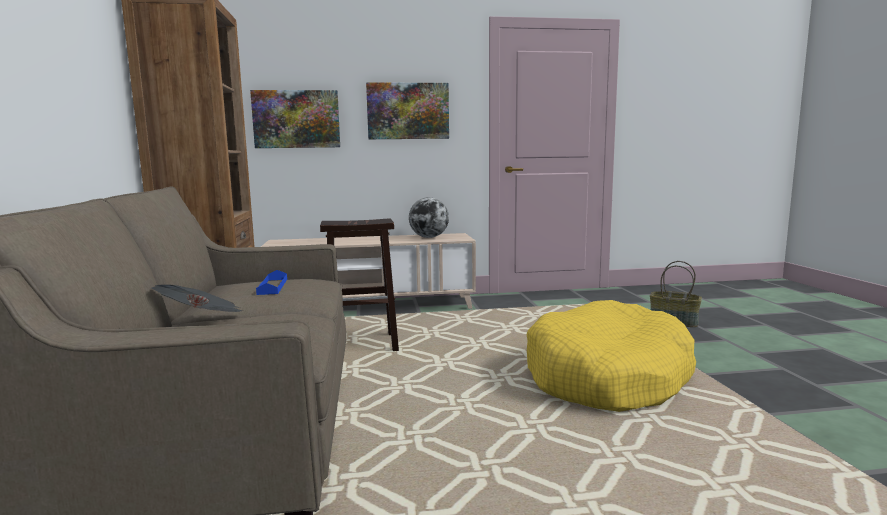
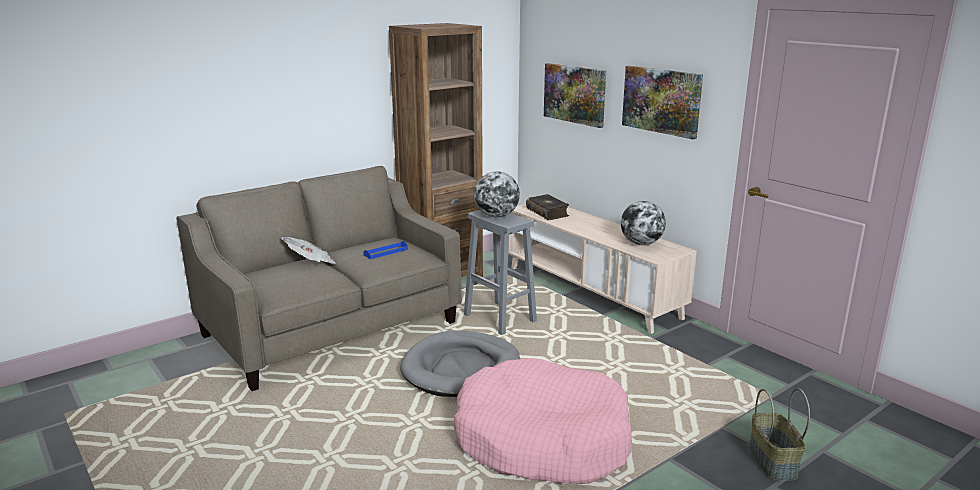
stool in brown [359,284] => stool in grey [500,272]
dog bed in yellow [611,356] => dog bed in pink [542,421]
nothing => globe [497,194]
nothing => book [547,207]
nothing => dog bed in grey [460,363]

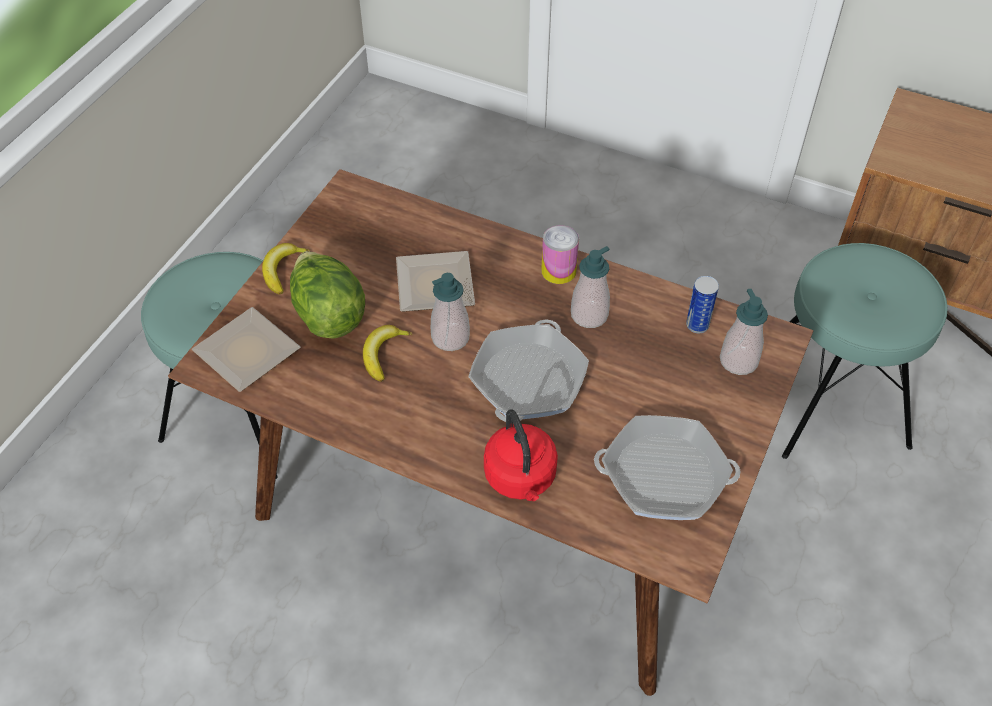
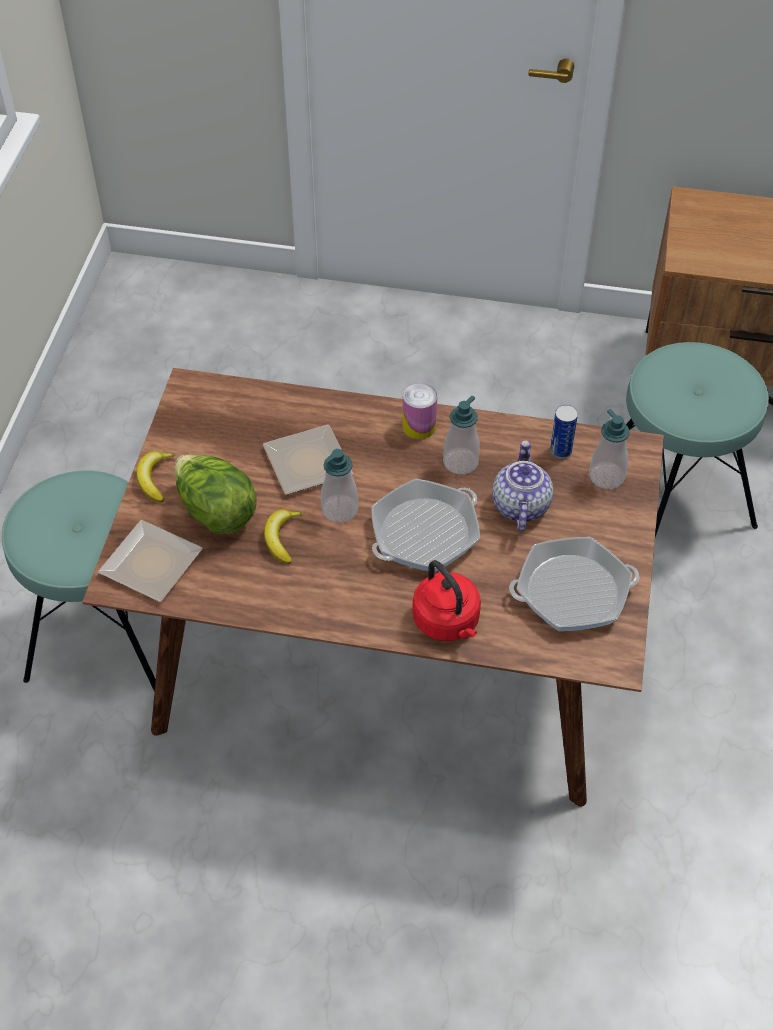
frying pan [528,370] => frying pan [425,525], 45 degrees clockwise
nothing => teapot [522,486]

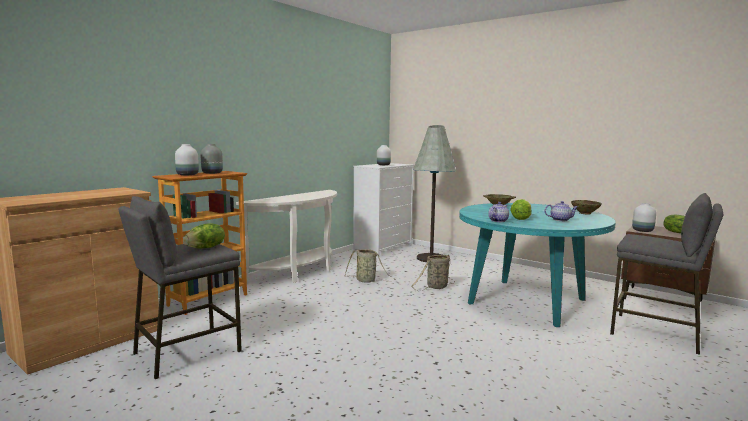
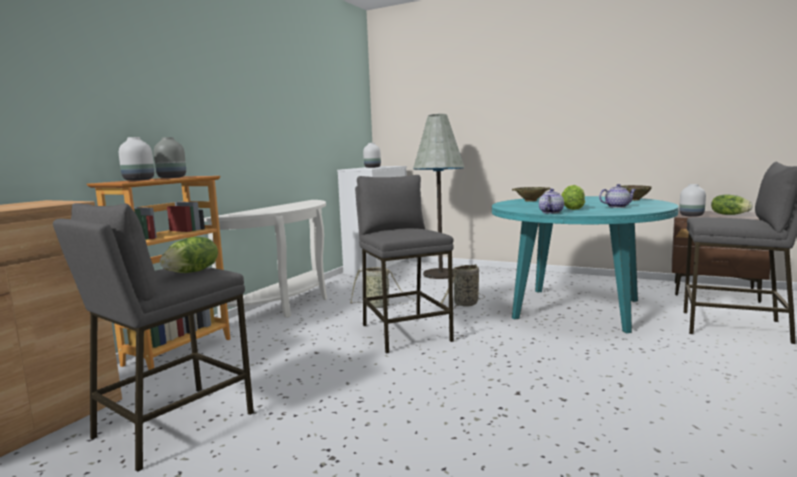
nothing => stool in grey [404,264]

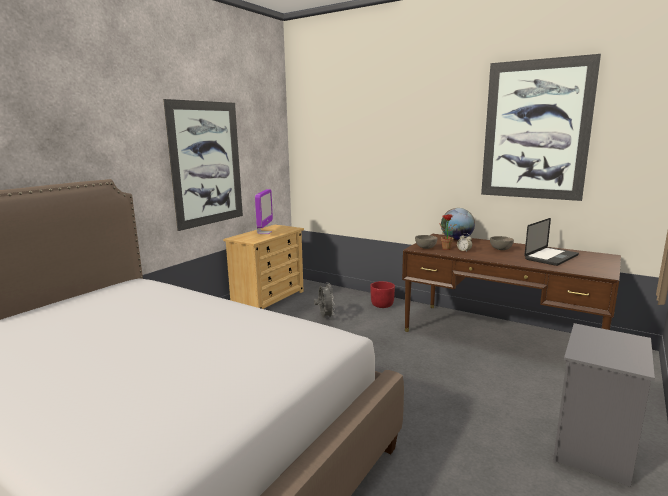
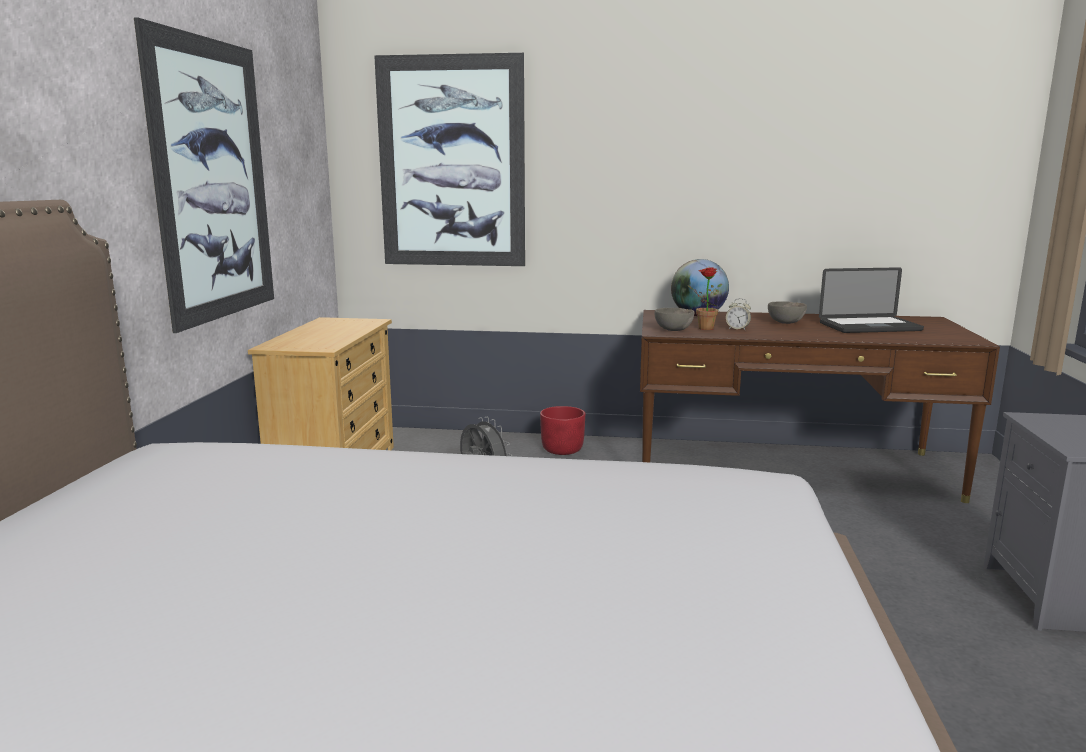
picture [541,127] => picture [449,159], move
monitor [264,211] => nothing
laptop [552,242] => laptop [871,300], 60 degrees clockwise

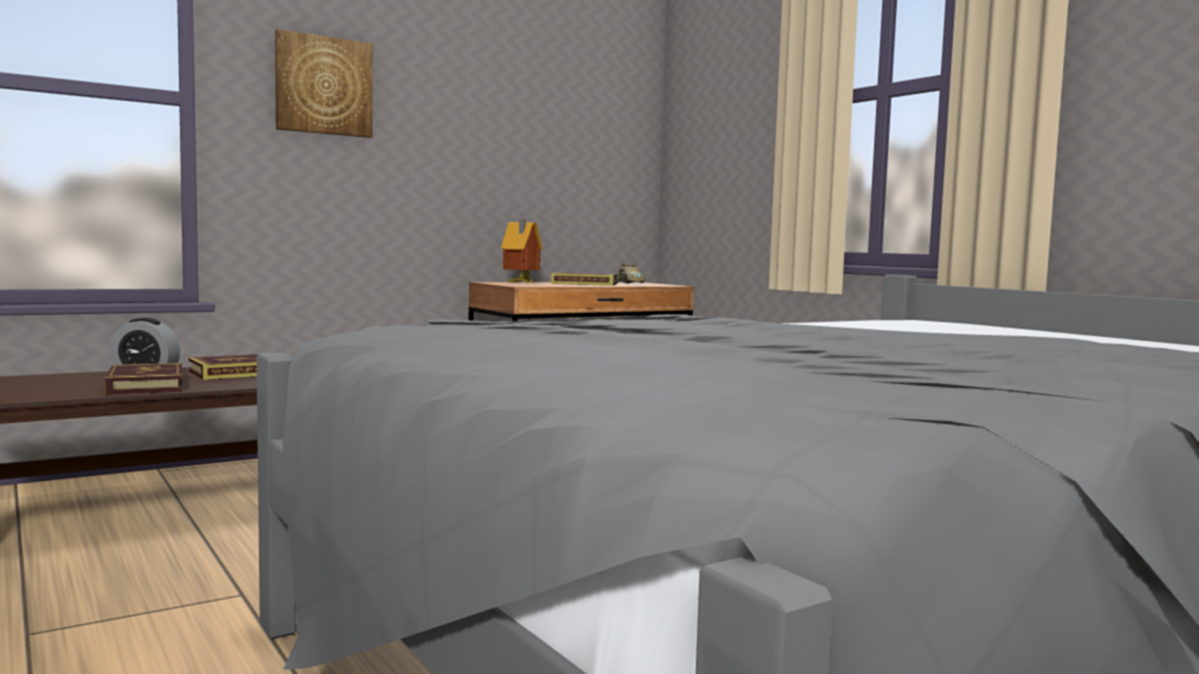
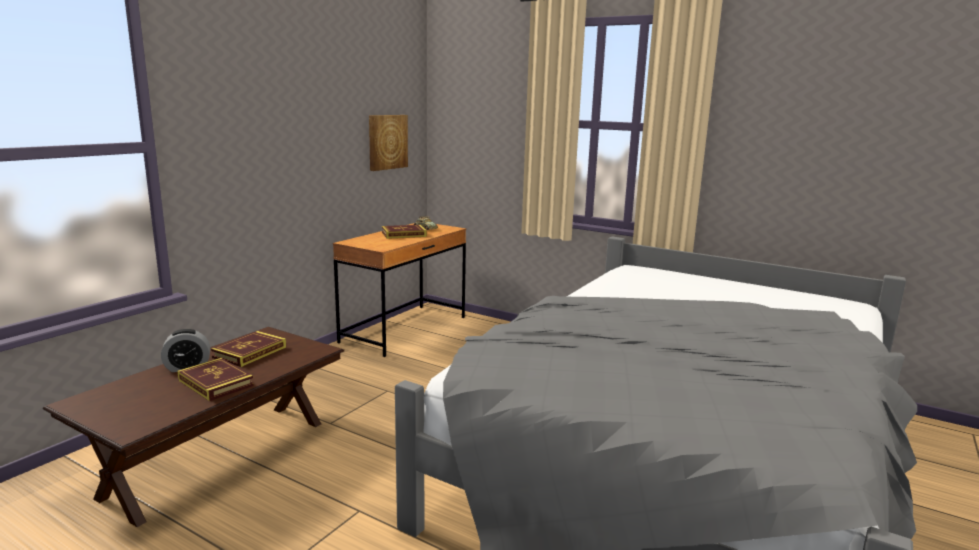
picture [324,83] => picture [388,143], move
toy house [521,251] => nothing

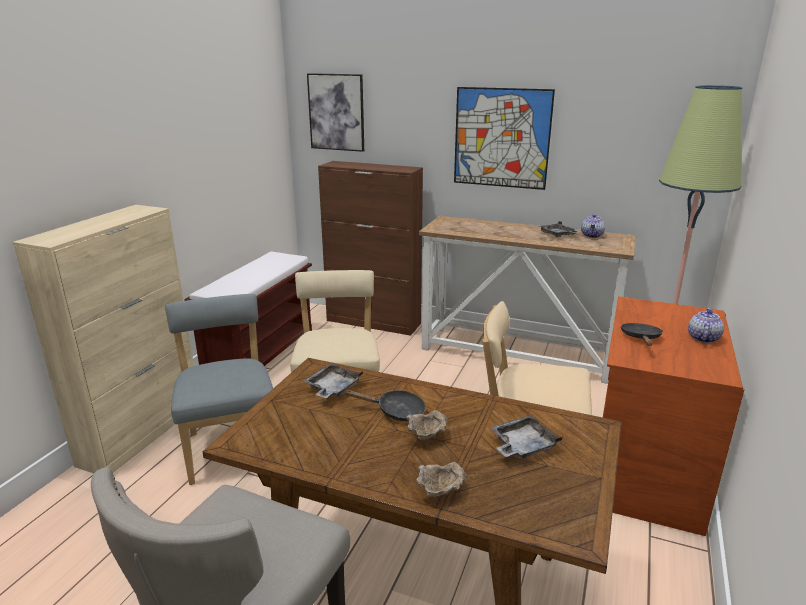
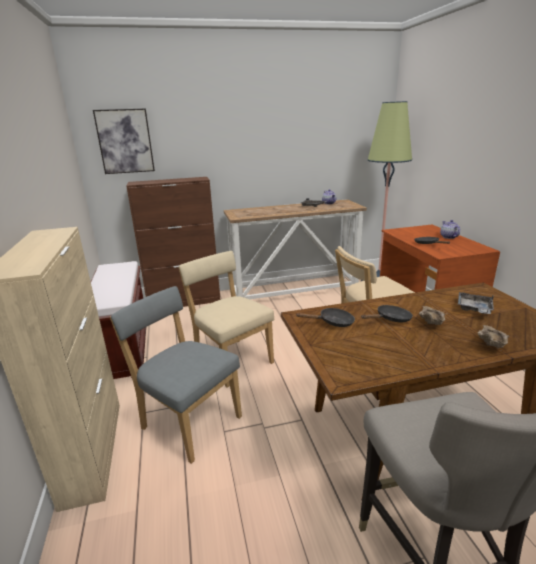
picture [504,138] => nothing
tray in grey [333,380] => frying pan in black [326,317]

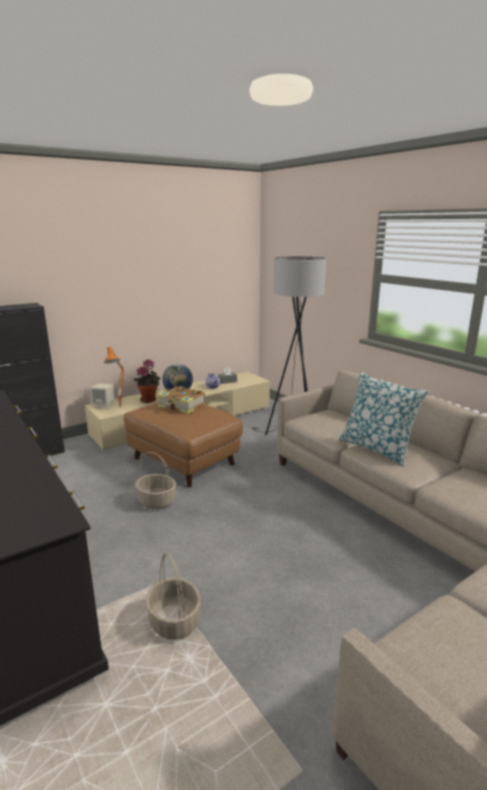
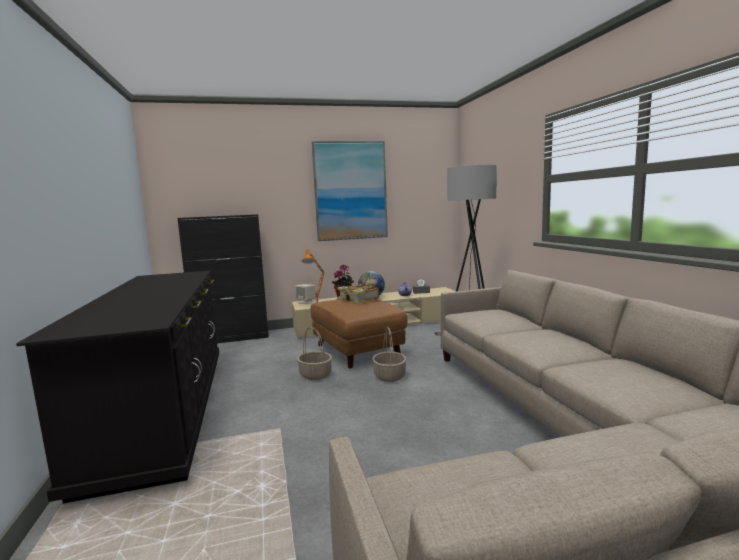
pillow [384,419] => nothing
basket [173,596] => basket [389,354], move
nothing => picture [350,191]

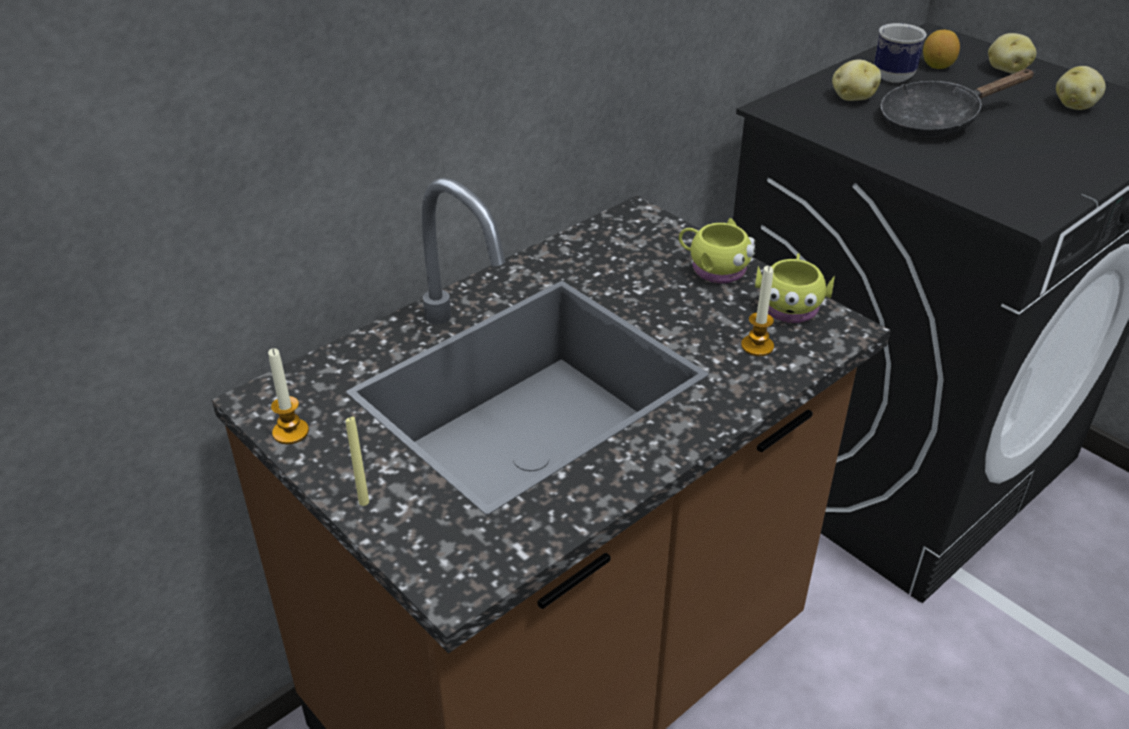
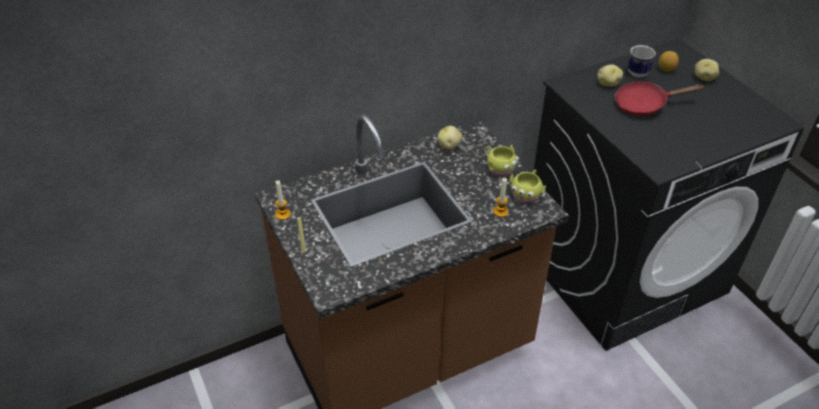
potato [1081,88] => potato [450,138], move
frying pan in black [958,103] => frying pan in red [659,99]

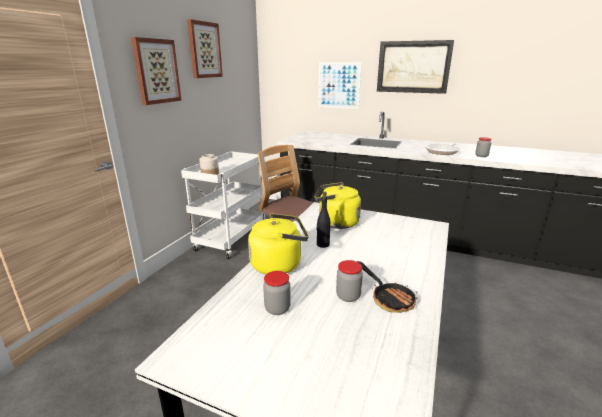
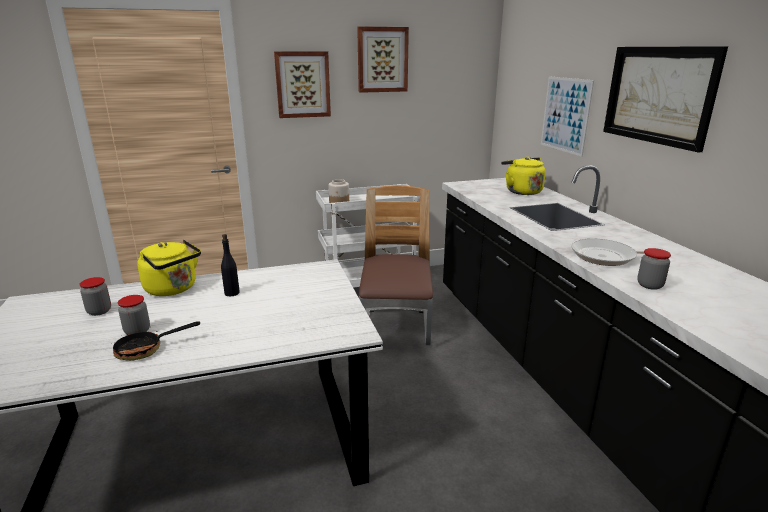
kettle in yellow [338,205] => kettle in yellow [523,176], move
frying pan [387,287] => frying pan [156,341], 45 degrees clockwise

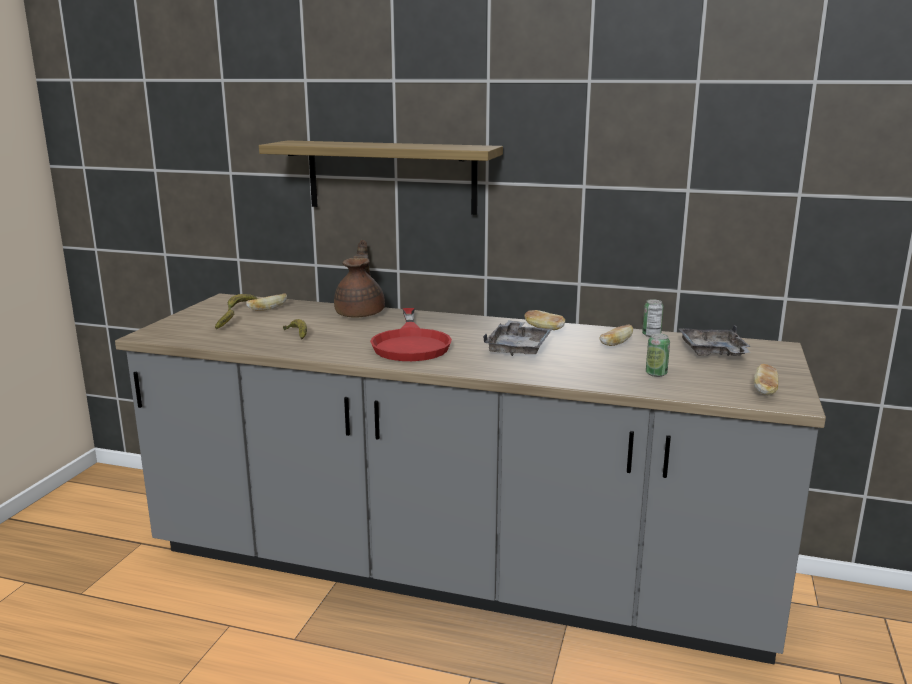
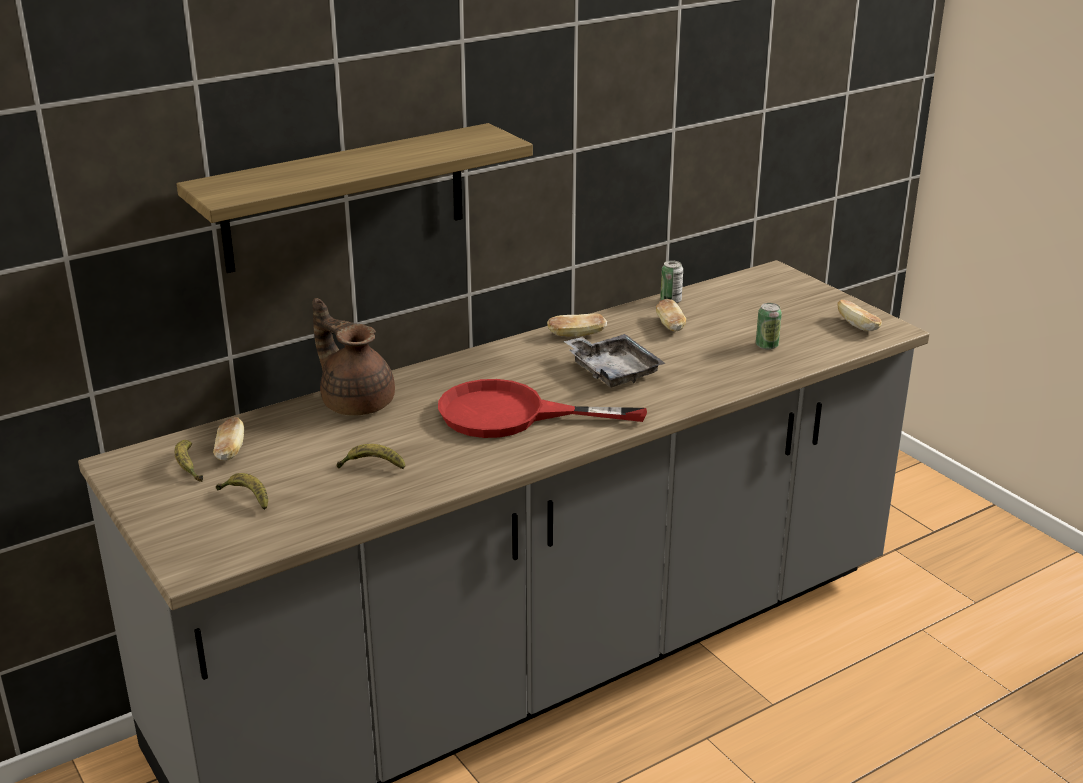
frying pan in red [411,334] => frying pan in red [542,408], 150 degrees clockwise
tray in grey [714,340] => nothing

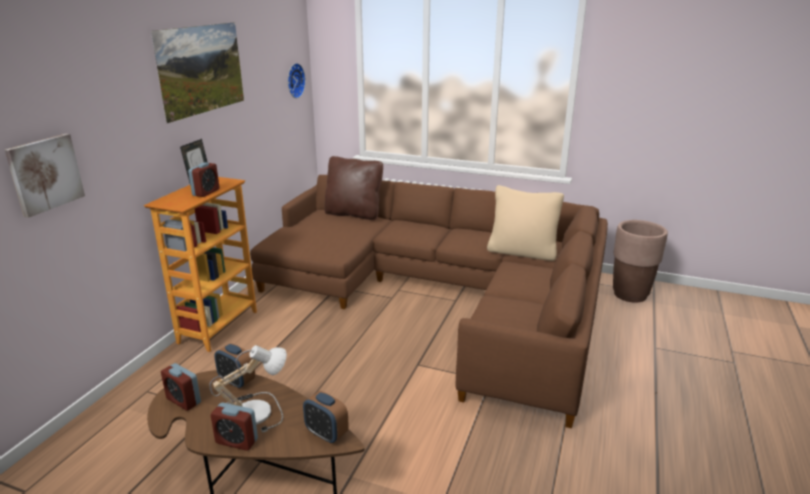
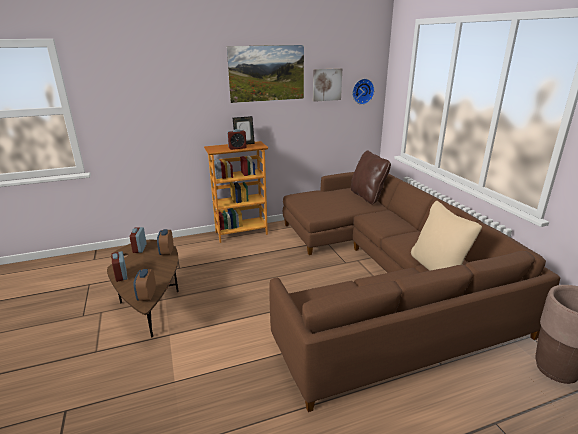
picture [45,176] => picture [327,85], move
table lamp [248,389] => nothing

